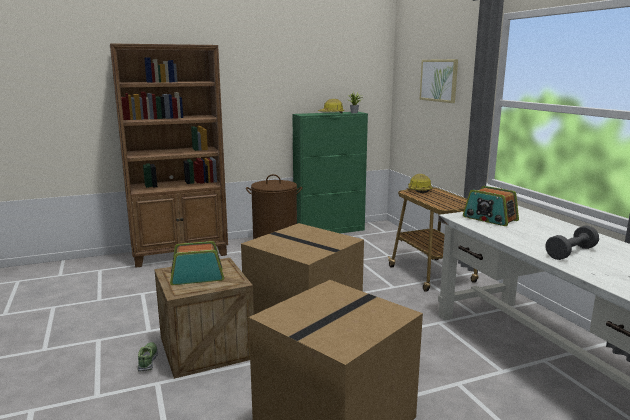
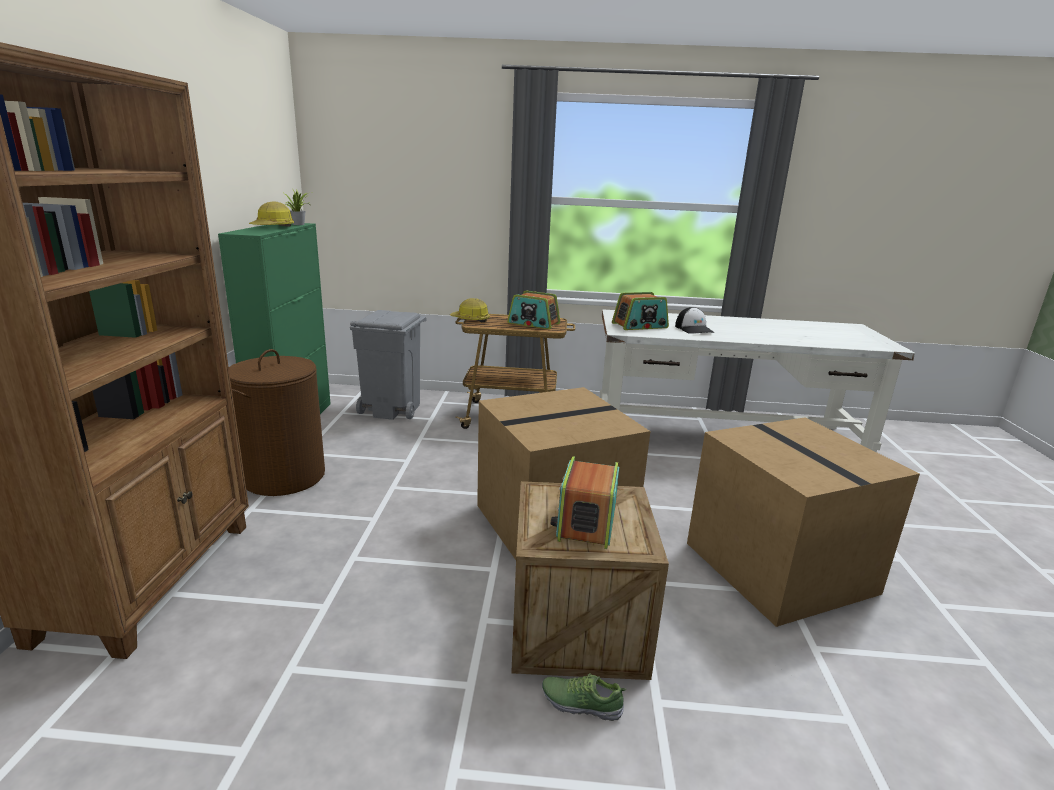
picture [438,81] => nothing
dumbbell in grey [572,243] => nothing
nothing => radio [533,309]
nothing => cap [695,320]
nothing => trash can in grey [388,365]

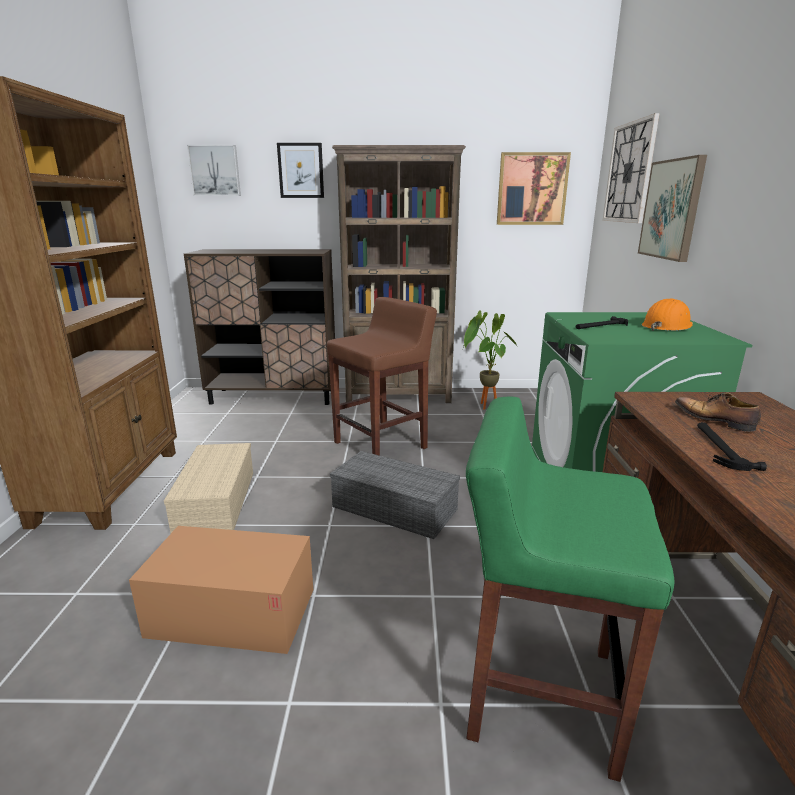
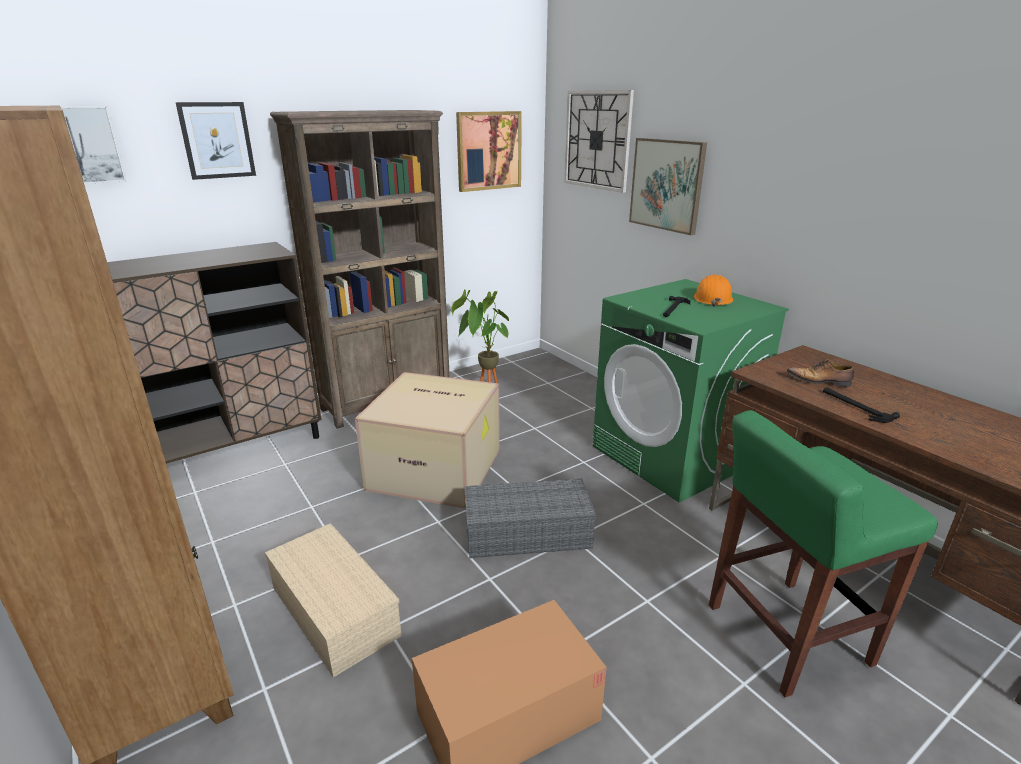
stool in brown [382,376] => cardboard box [427,440]

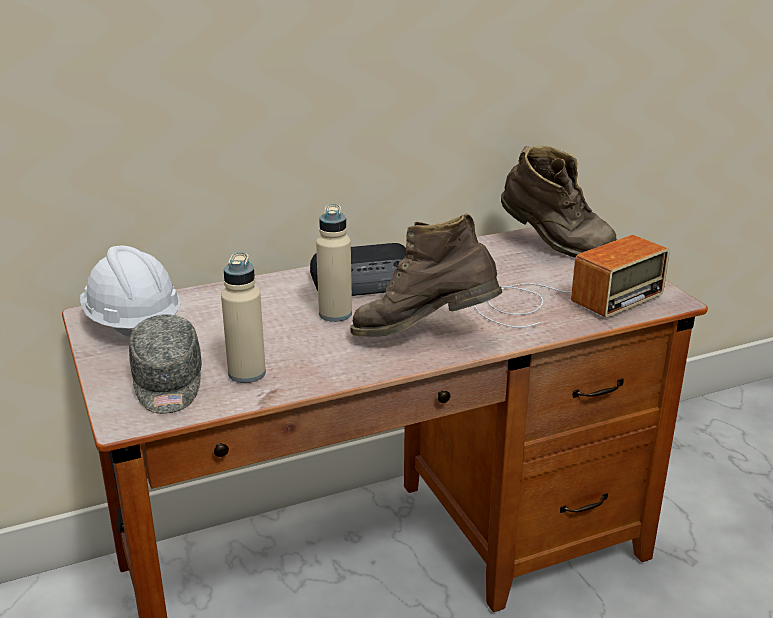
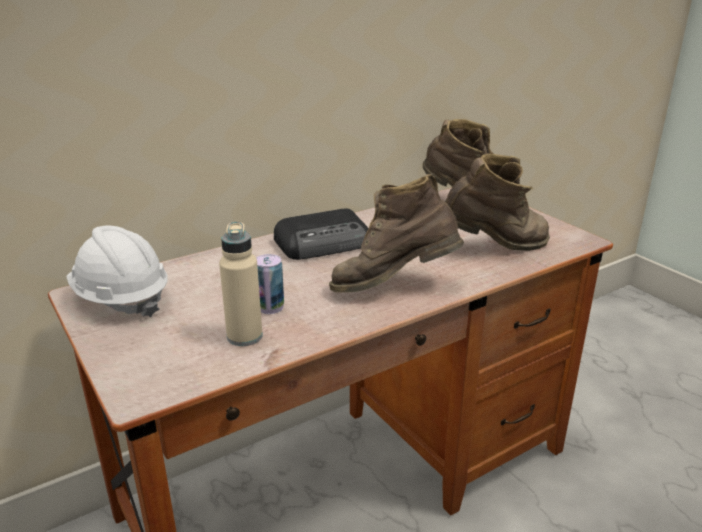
bottle in beige [334,263] => nothing
radio [572,281] => boot in brown [497,202]
cap in grey [165,364] => nothing
nothing => can [270,284]

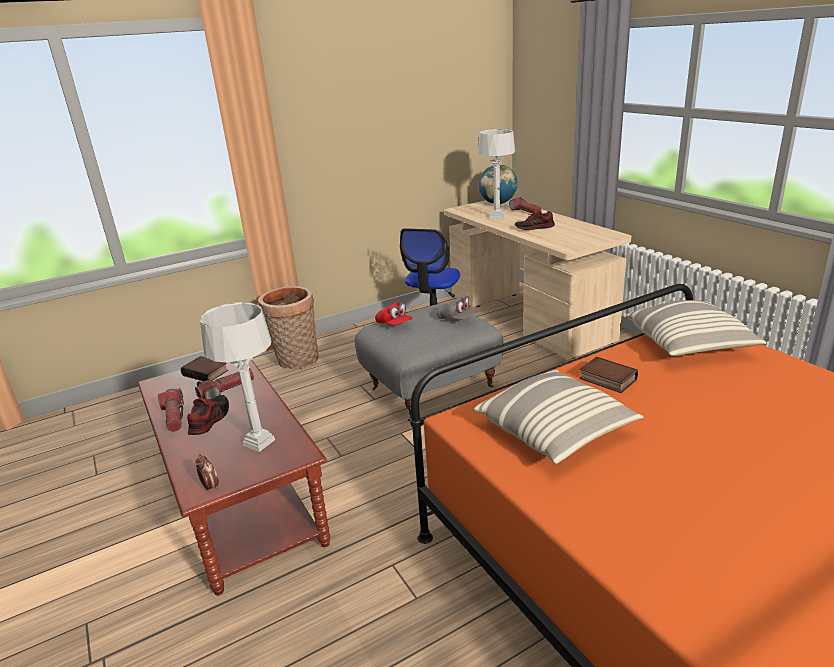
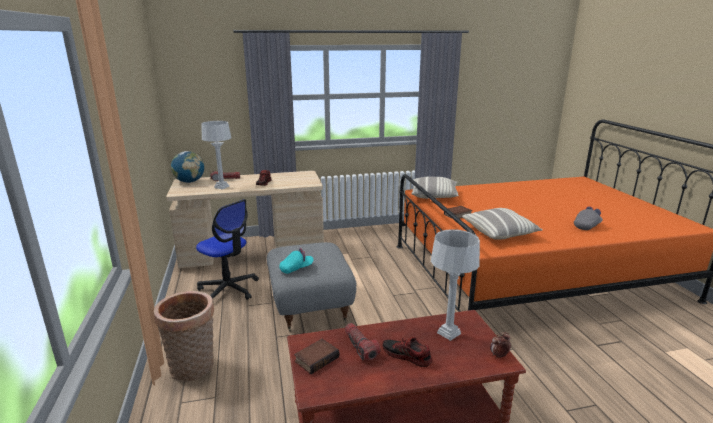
cap in grey [457,308] => cap in grey [588,218], move
cap in red [394,314] => cap in turquoise [296,261]
flashlight [171,410] => nothing

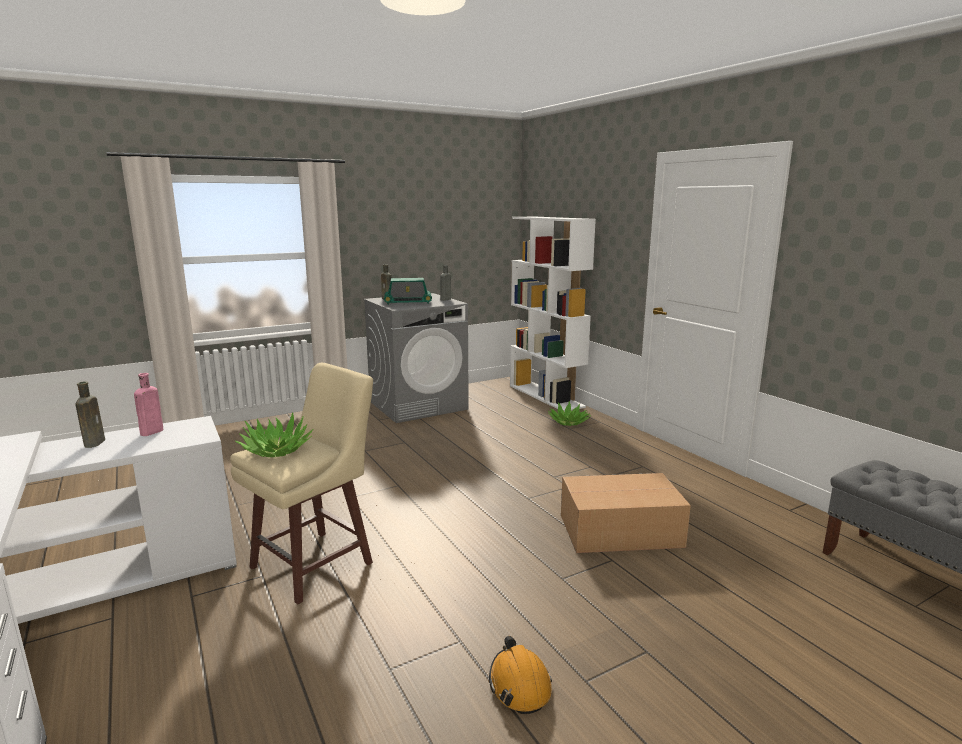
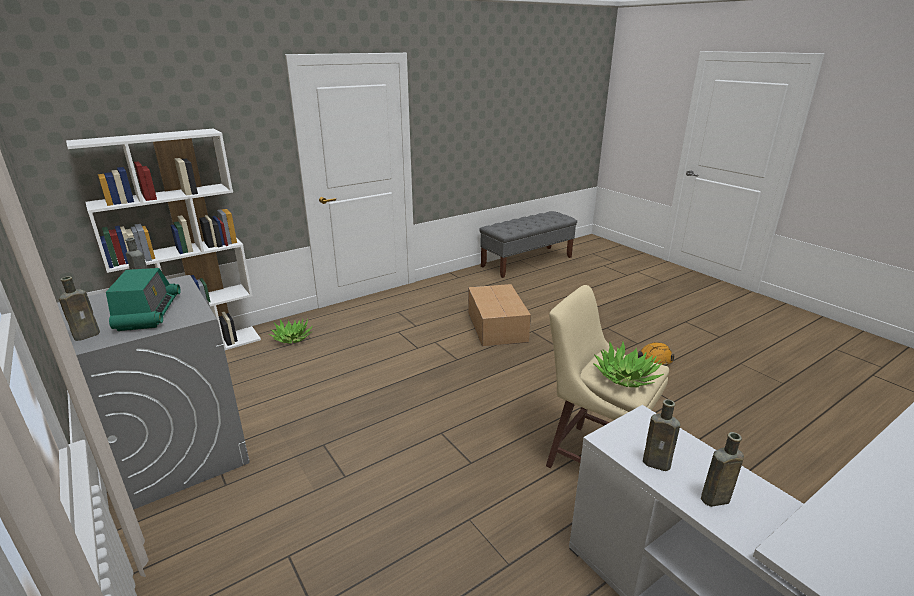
bottle in pink [148,404] => bottle in brown [661,435]

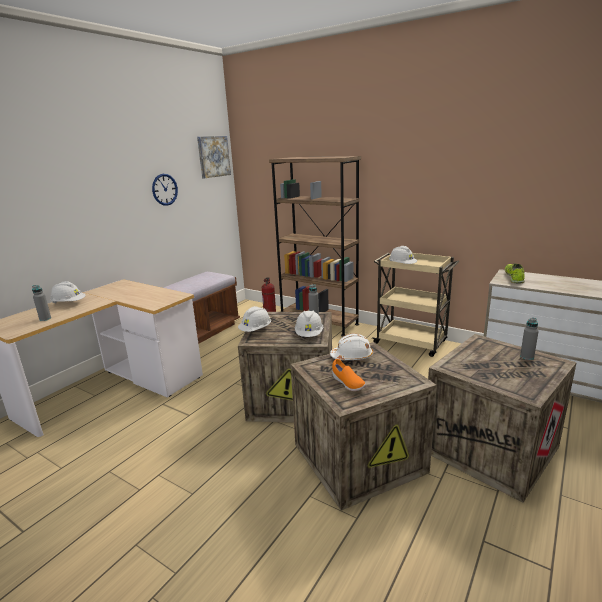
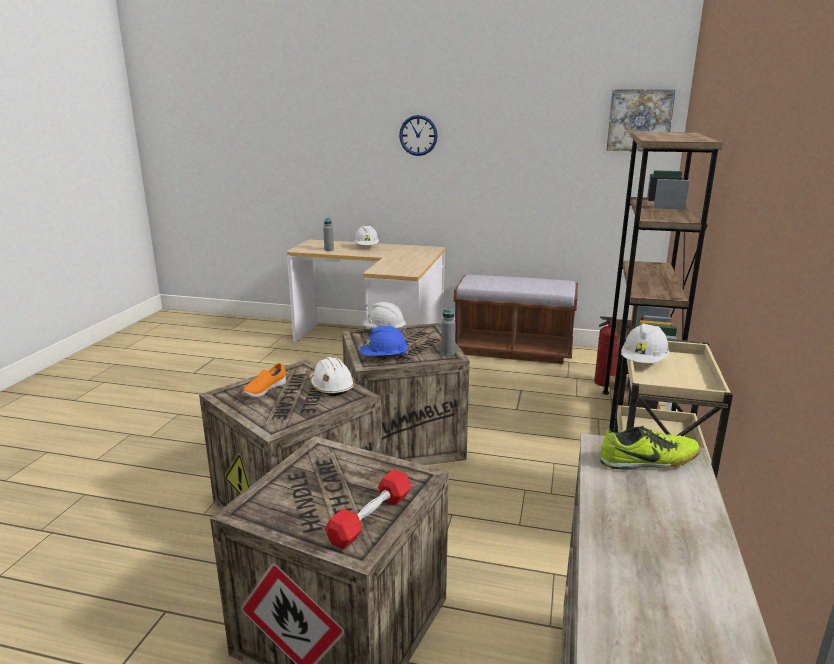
wall clock [165,189] => wall clock [418,135], move
hard hat in white [309,324] => hard hat in blue [384,340]
bottle in grey [529,339] => dumbbell in red [368,509]

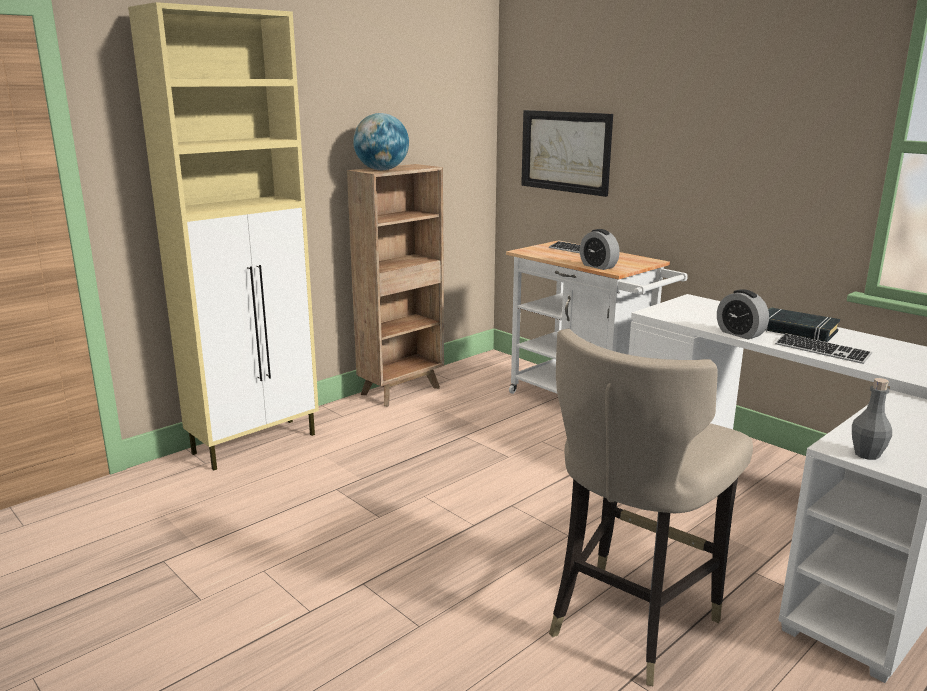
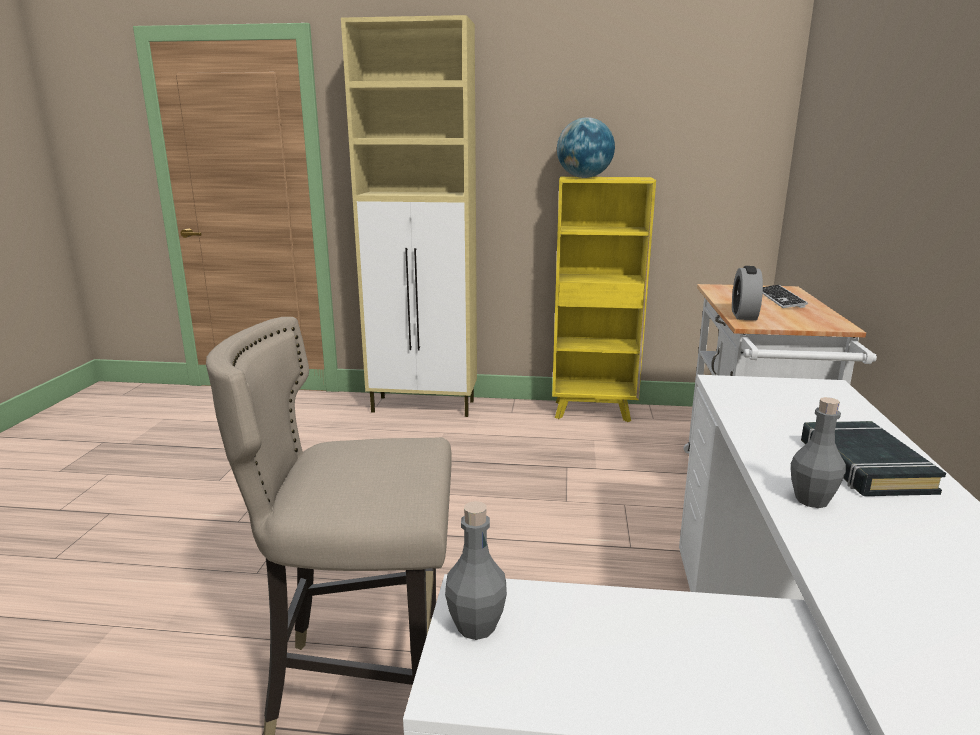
picture [567,153] => nothing
bookcase in brown [395,285] => bookcase in yellow [604,299]
alarm clock [743,314] => nothing
keyboard [823,348] => bottle in grey [818,452]

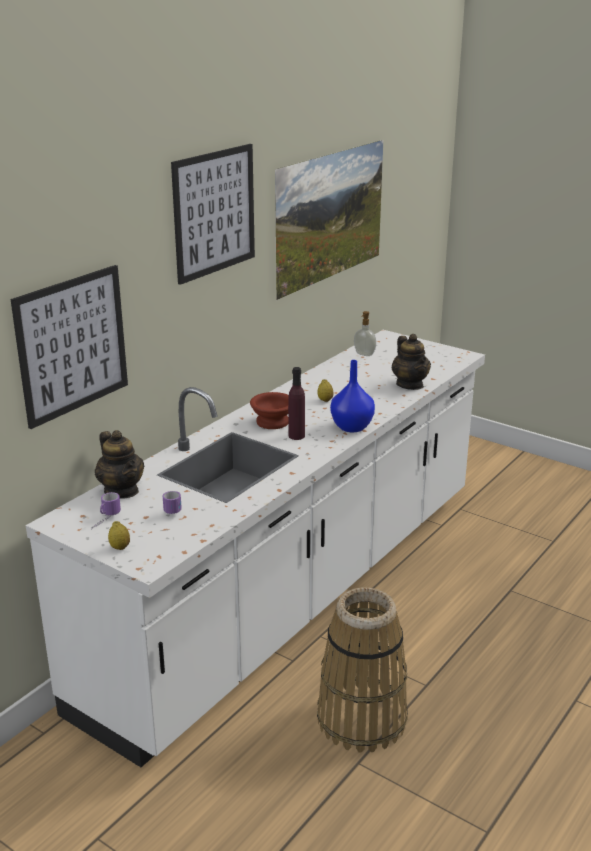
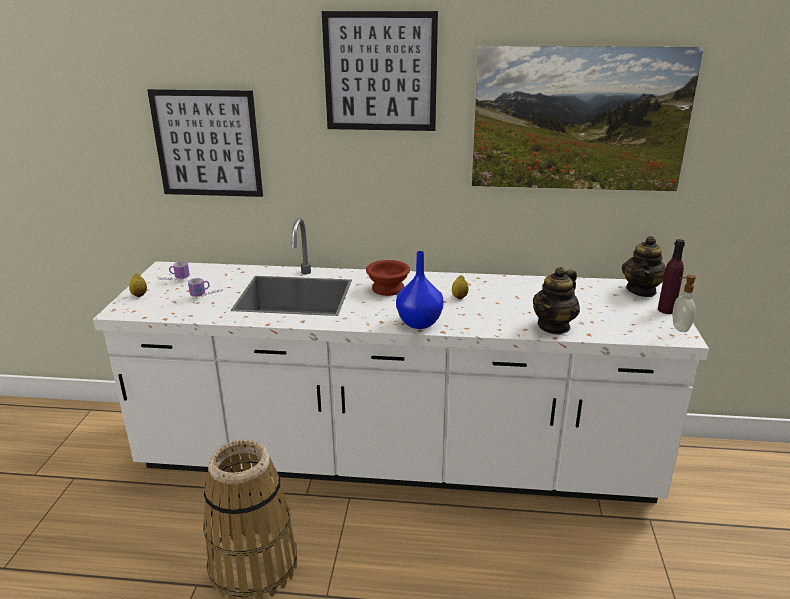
soap dispenser [365,333] => soap dispenser [684,303], move
bottle in purple [296,403] => bottle in purple [671,276], move
teapot [119,464] => teapot [644,266], move

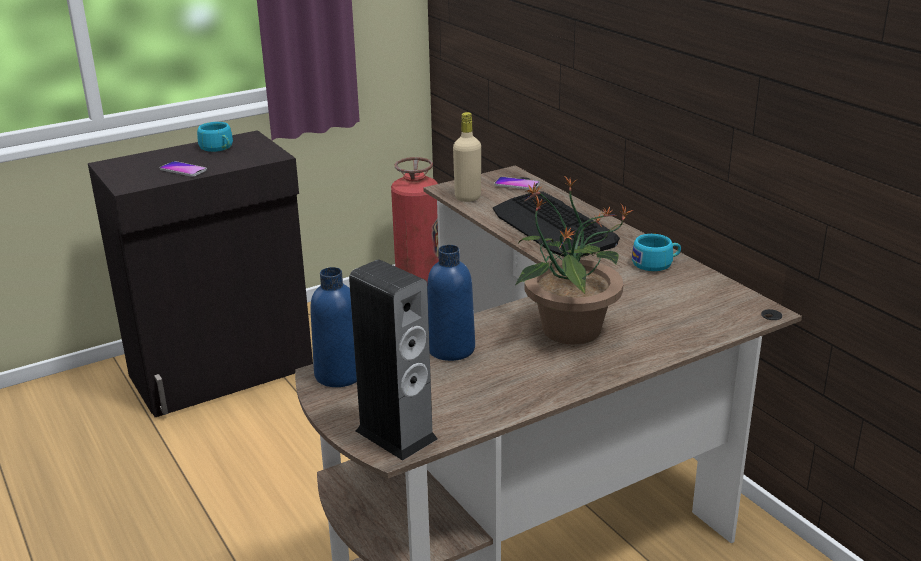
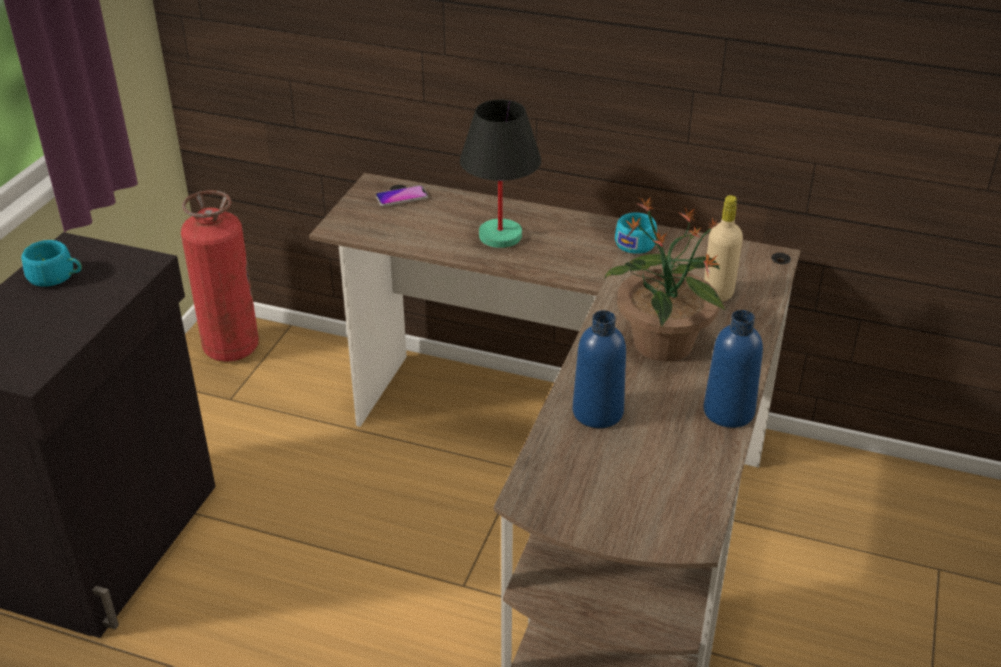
bottle in beige [467,157] => bottle in beige [723,248], move
phone [183,169] => nothing
keyboard [556,224] => table lamp in black [500,174]
speaker [393,360] => nothing
bottle in blue [333,327] => bottle in blue [733,369], move

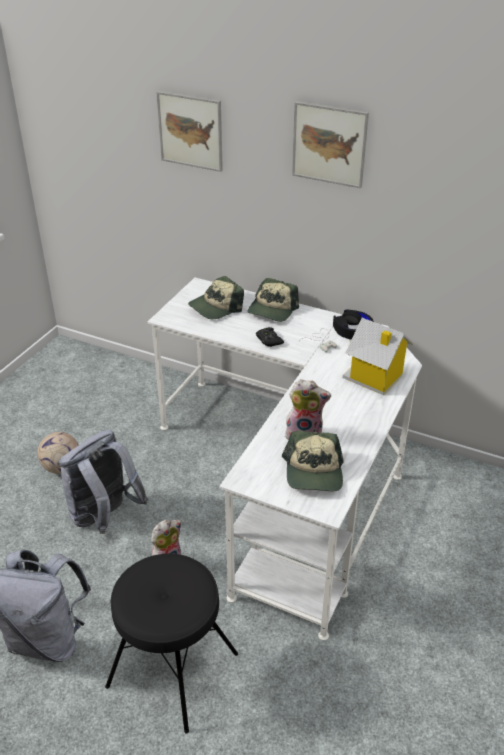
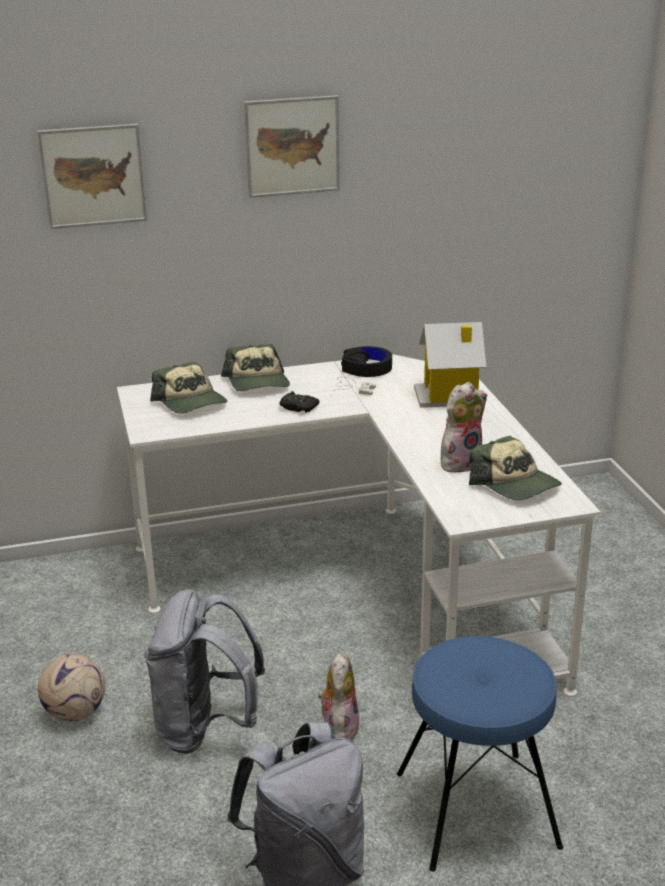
cap [216,297] => cap [188,388], 45 degrees counterclockwise
stool in black [171,643] => stool in blue [480,754]

